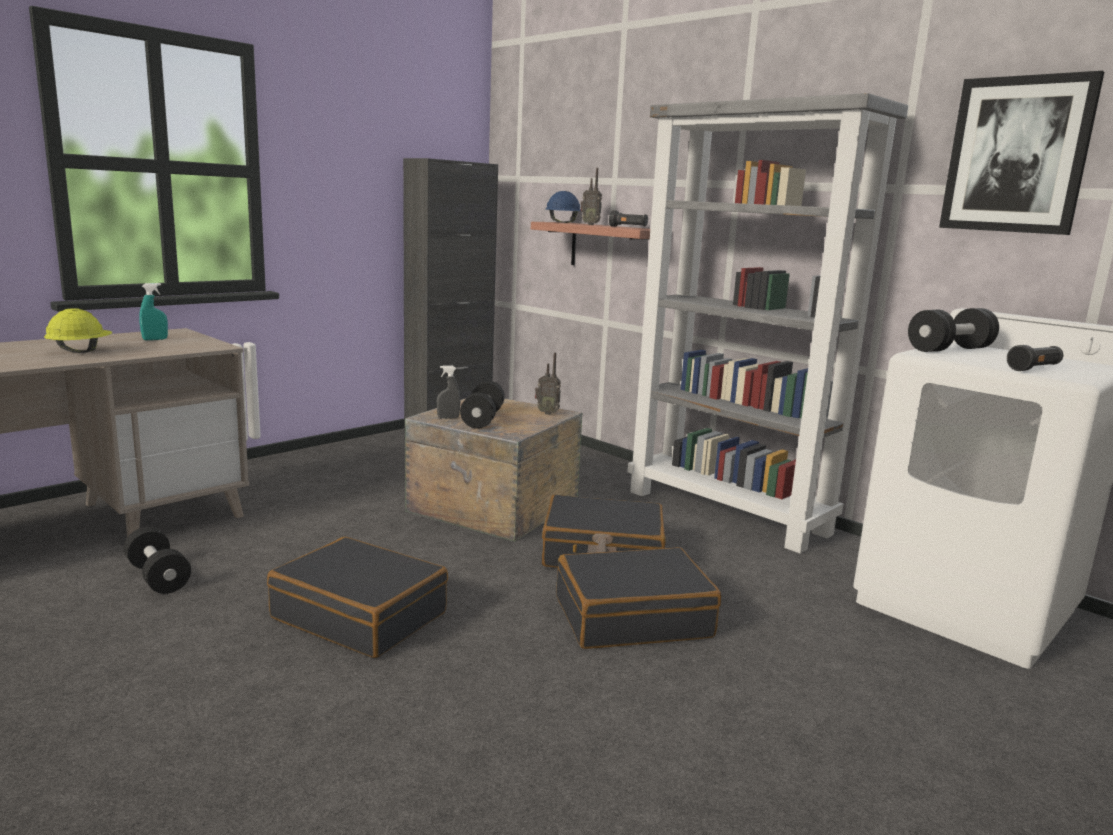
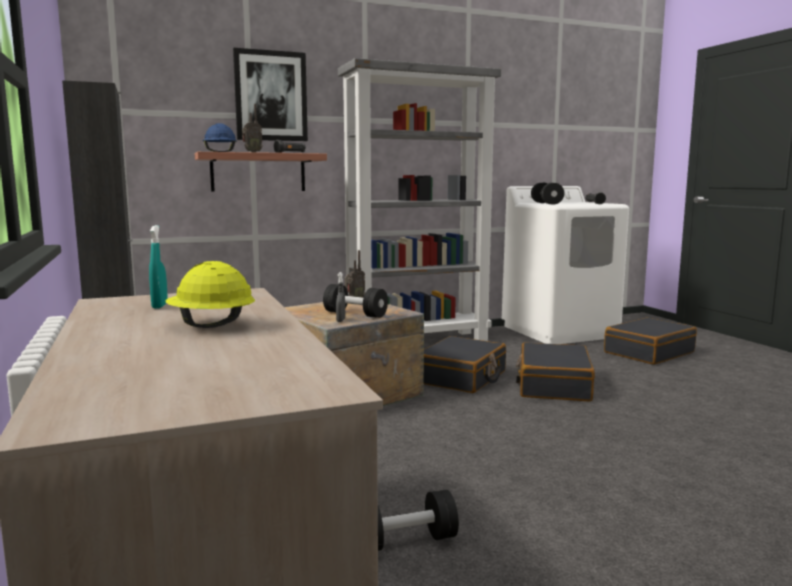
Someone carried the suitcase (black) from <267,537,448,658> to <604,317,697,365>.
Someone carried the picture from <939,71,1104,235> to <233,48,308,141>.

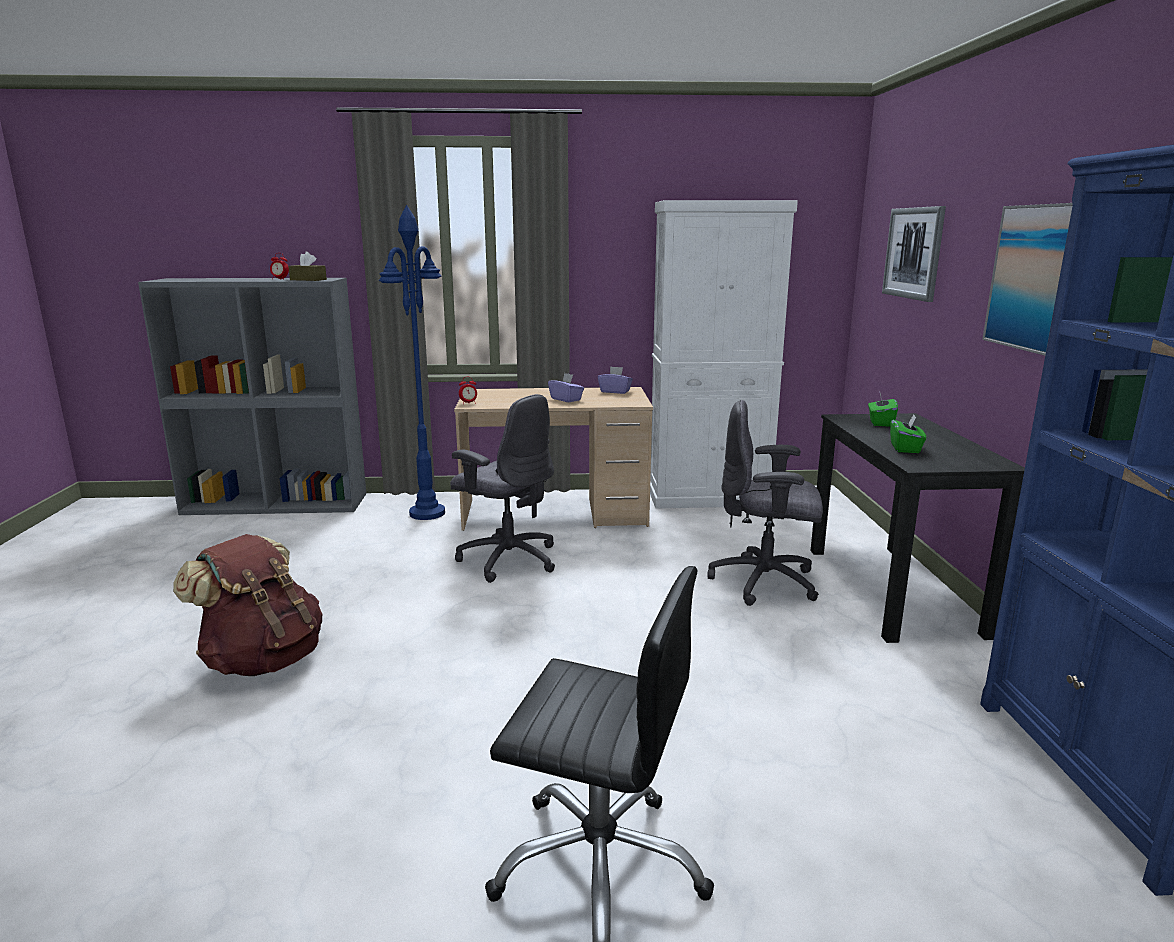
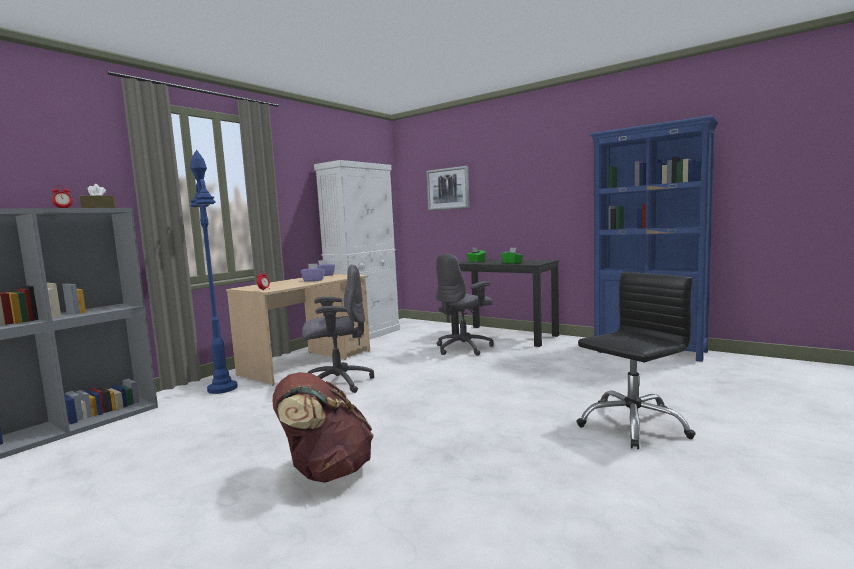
Someone took away the picture at <982,203,1073,356>.

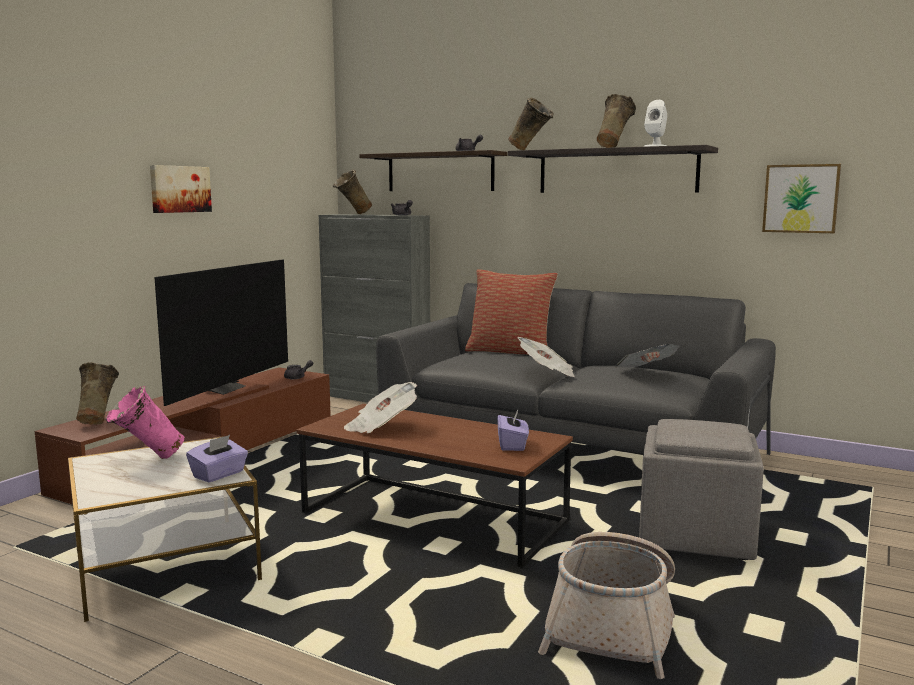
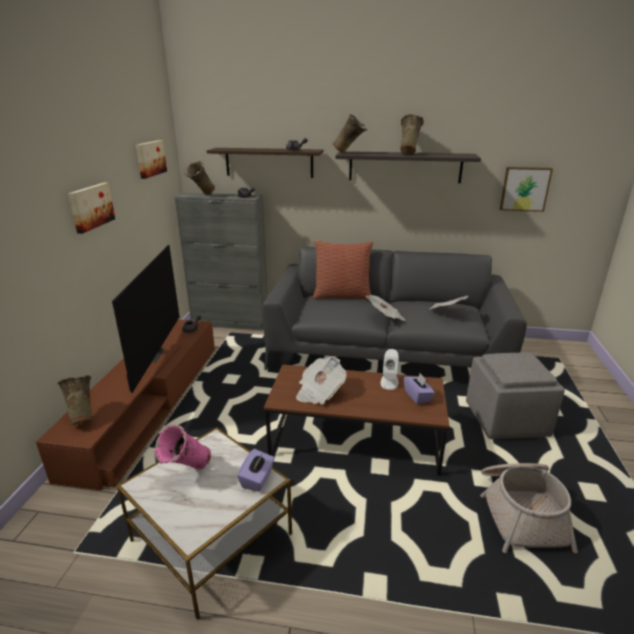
Someone put up the picture at <136,140,167,179>.
Someone carried the loudspeaker (white) from <644,100,667,147> to <381,349,399,390>.

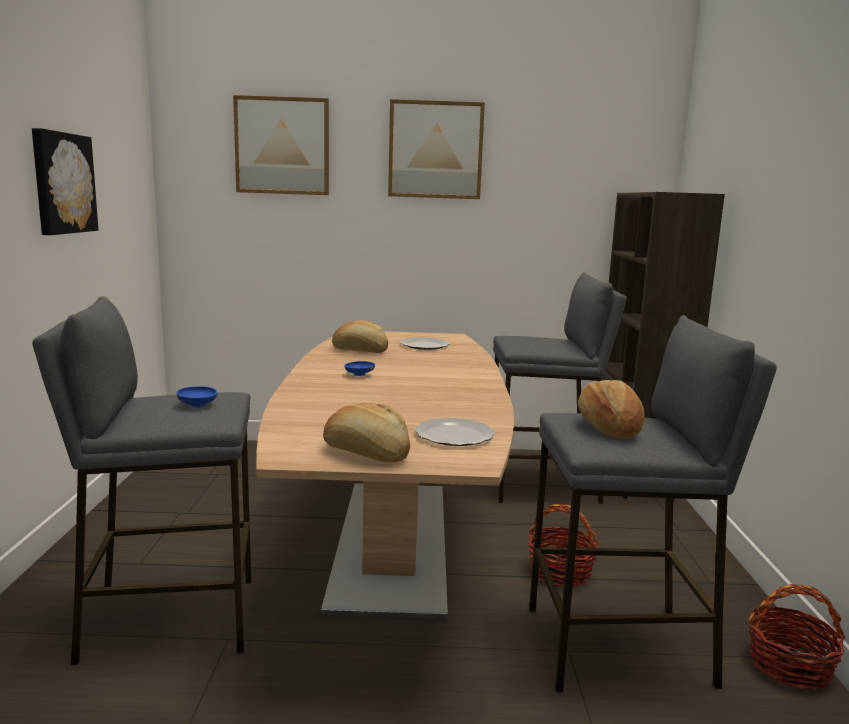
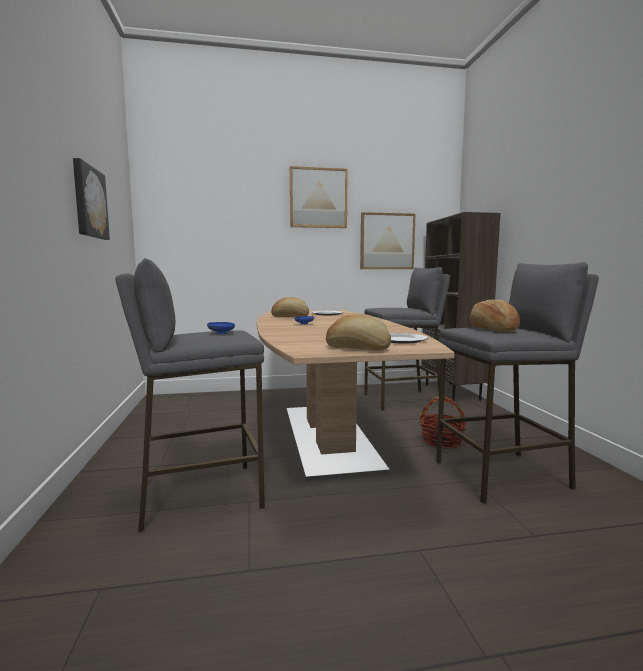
Someone took away the storage basket at <748,584,845,689>.
Someone carried the picture from <233,95,329,195> to <360,212,415,269>.

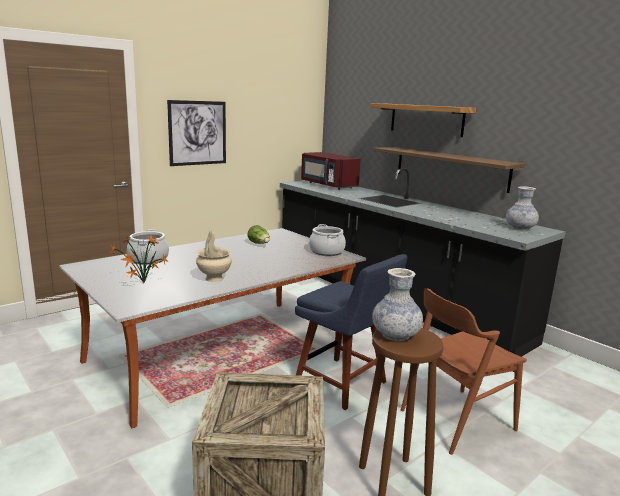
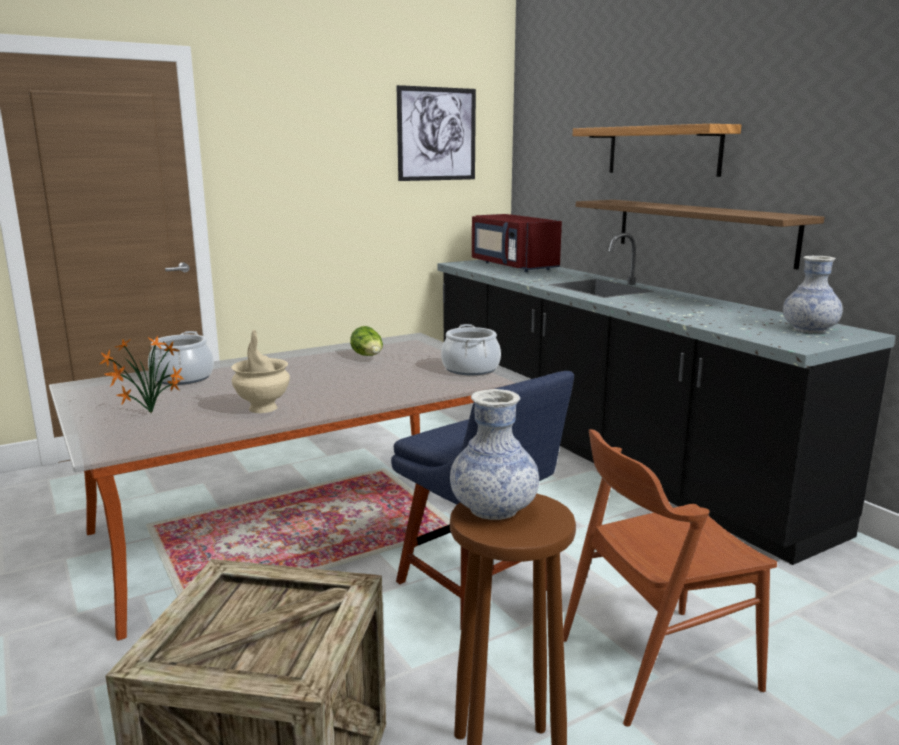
Someone carried the picture from <167,100,226,166> to <397,85,476,181>.

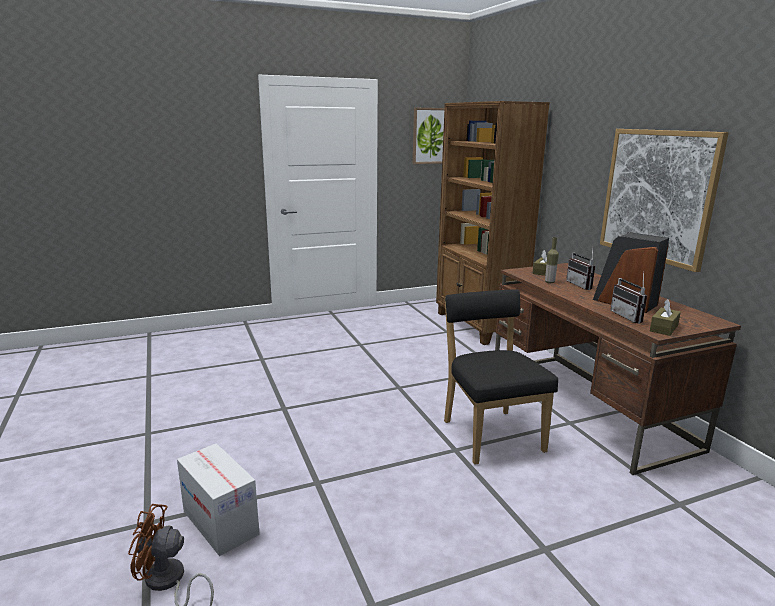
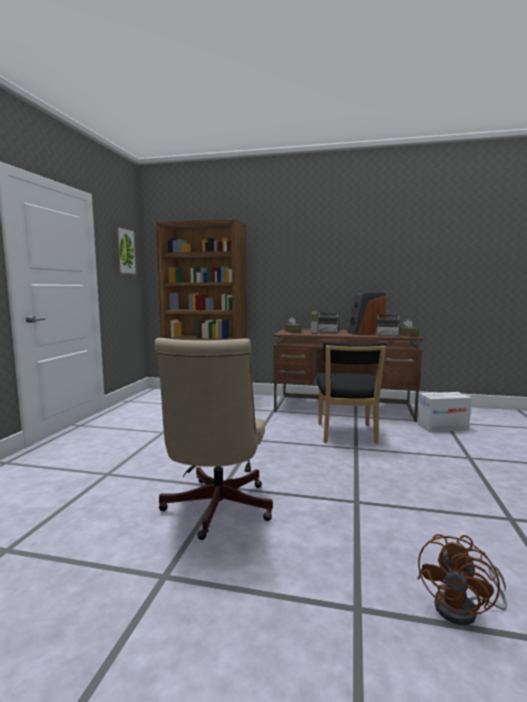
Someone took away the picture at <600,129,729,272>.
Someone put down the desk chair (beige-coloured) at <154,338,273,540>.
Someone carried the carton from <177,443,260,556> to <418,392,472,432>.
Someone rotated the upright chair (black) at <444,289,558,465> by 105 degrees counterclockwise.

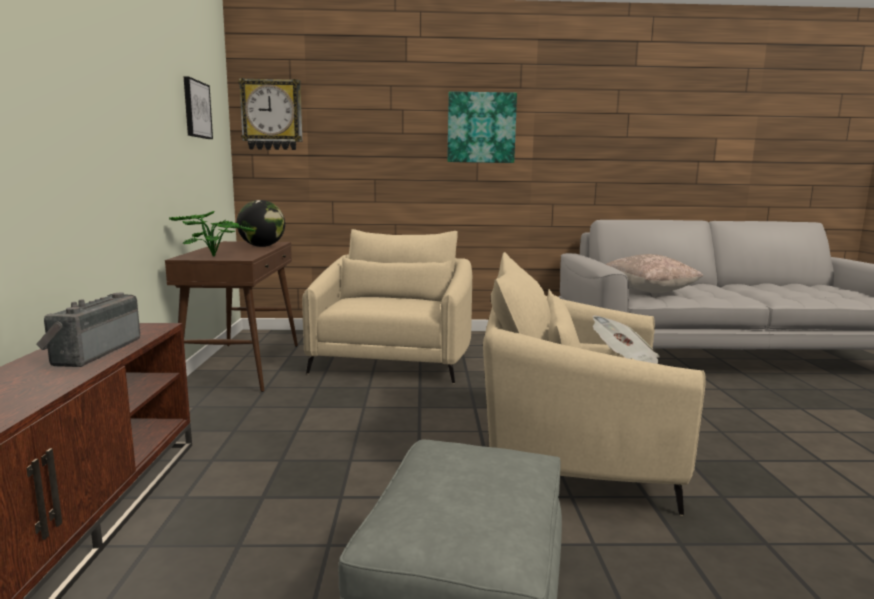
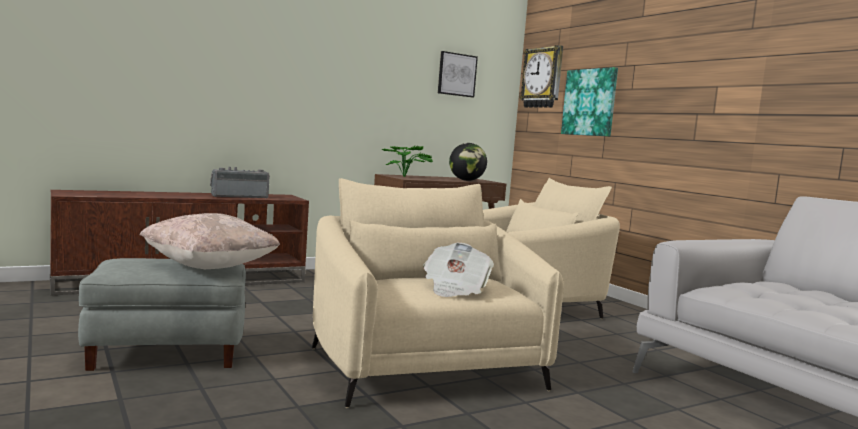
Someone carried the picture from <447,91,517,163> to <561,67,618,137>.
Someone carried the pillow (beige-coloured) from <606,254,703,293> to <140,213,280,269>.

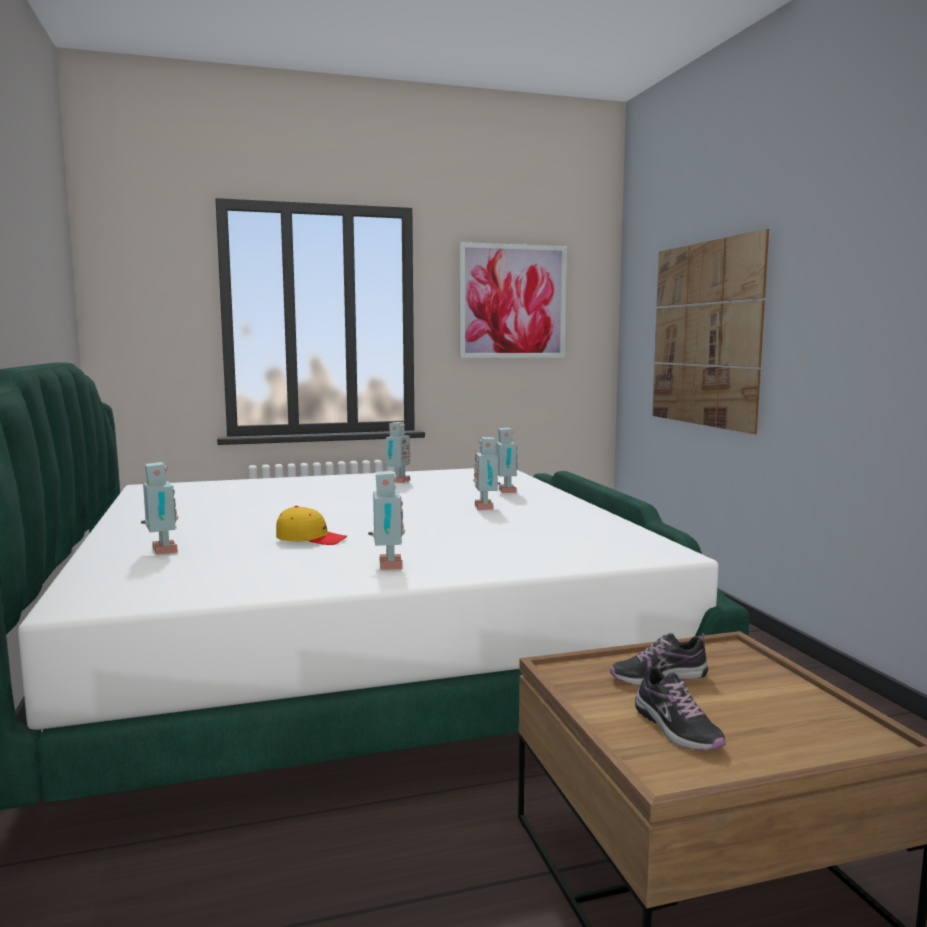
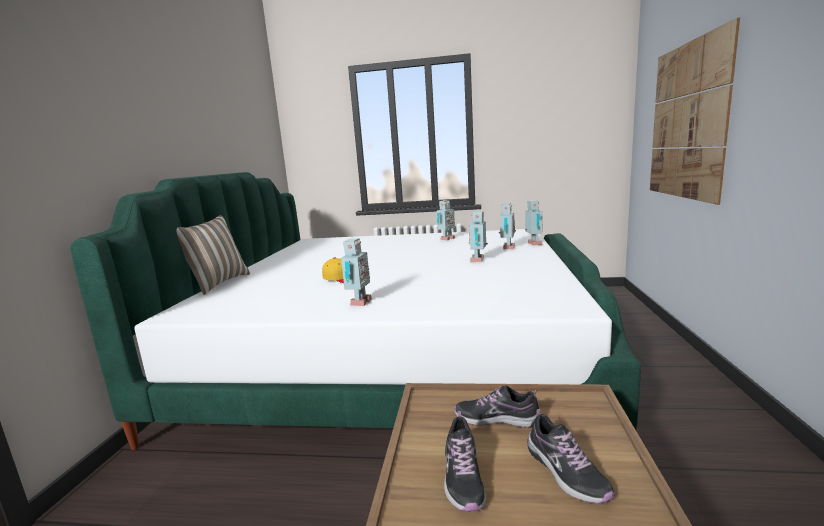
Someone took away the picture at <459,242,567,358>.
Someone put down the pillow at <177,215,250,295>.
Someone put down the low shoe at <527,409,615,504>.
Someone carried the model robot from <141,462,178,555> to <525,200,543,245>.

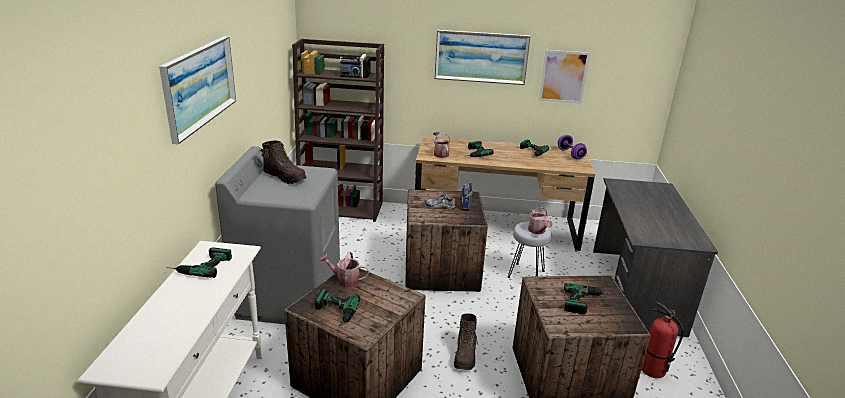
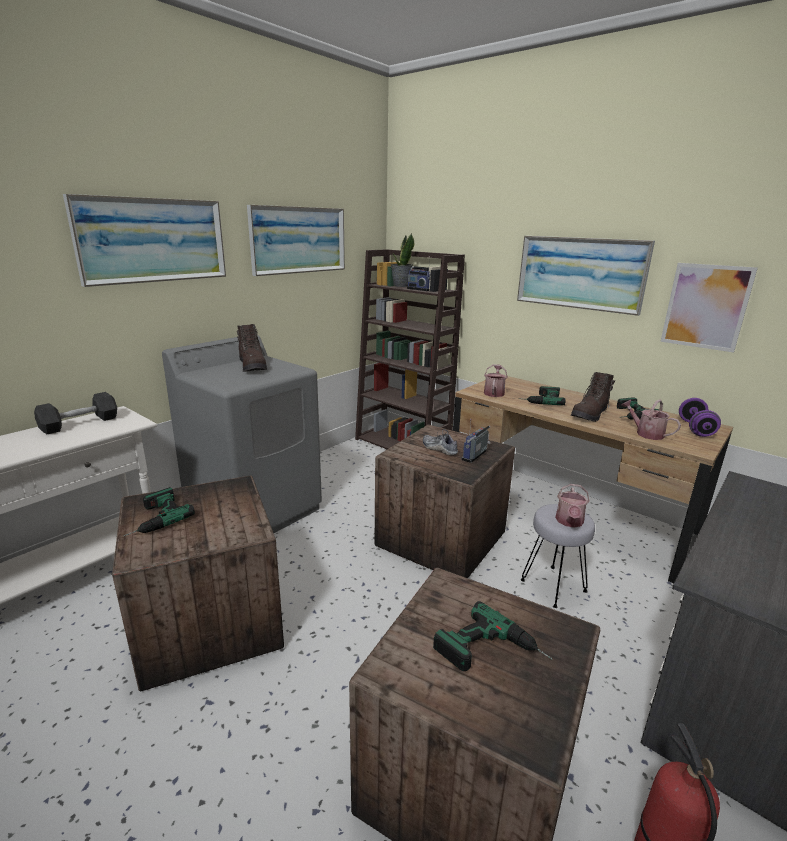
Someone put up the picture at <247,205,345,276>.
Someone put down the houseplant at <391,233,414,287>.
Someone carried the sprinkling can from <319,252,369,287> to <622,399,681,440>.
Someone carried the high-top boot (brown) from <454,313,478,370> to <570,372,615,422>.
Someone swapped the power drill at <167,248,232,278> for the hand weight (black) at <34,392,117,434>.

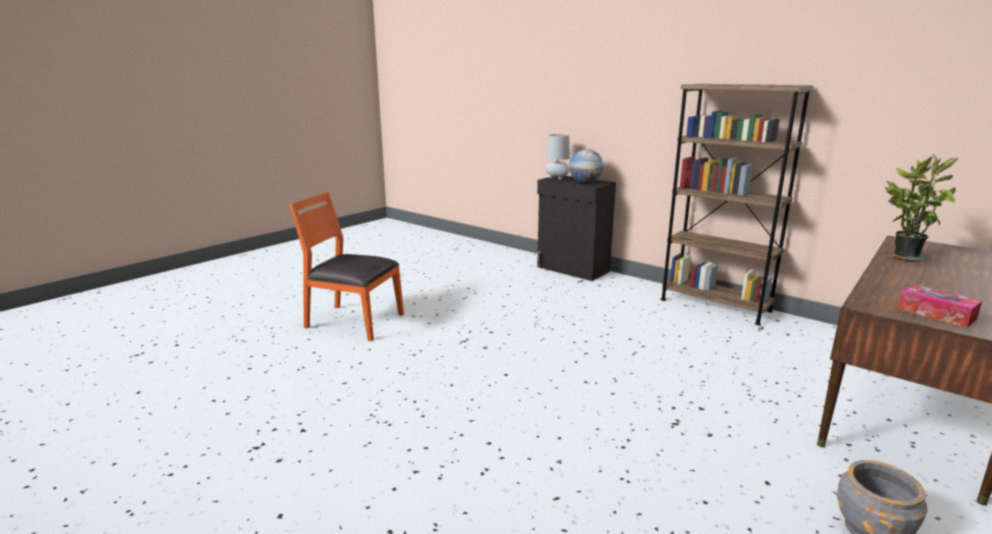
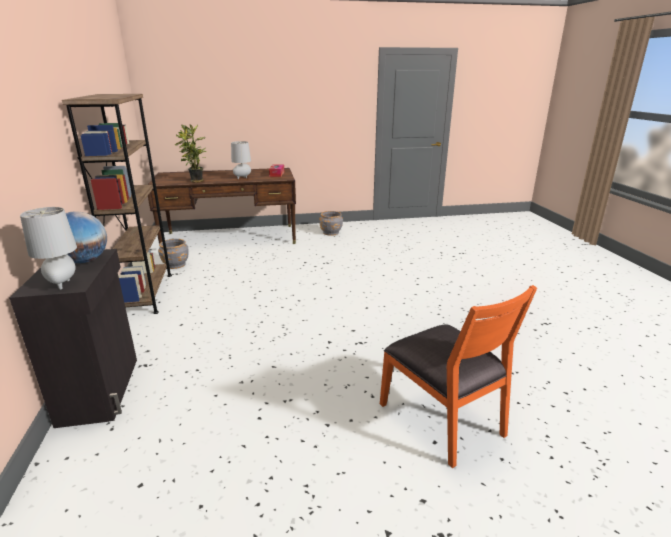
Someone put down the planter (gray) at <158,239,189,269>.
Someone put down the table lamp (gray) at <231,141,251,179>.

